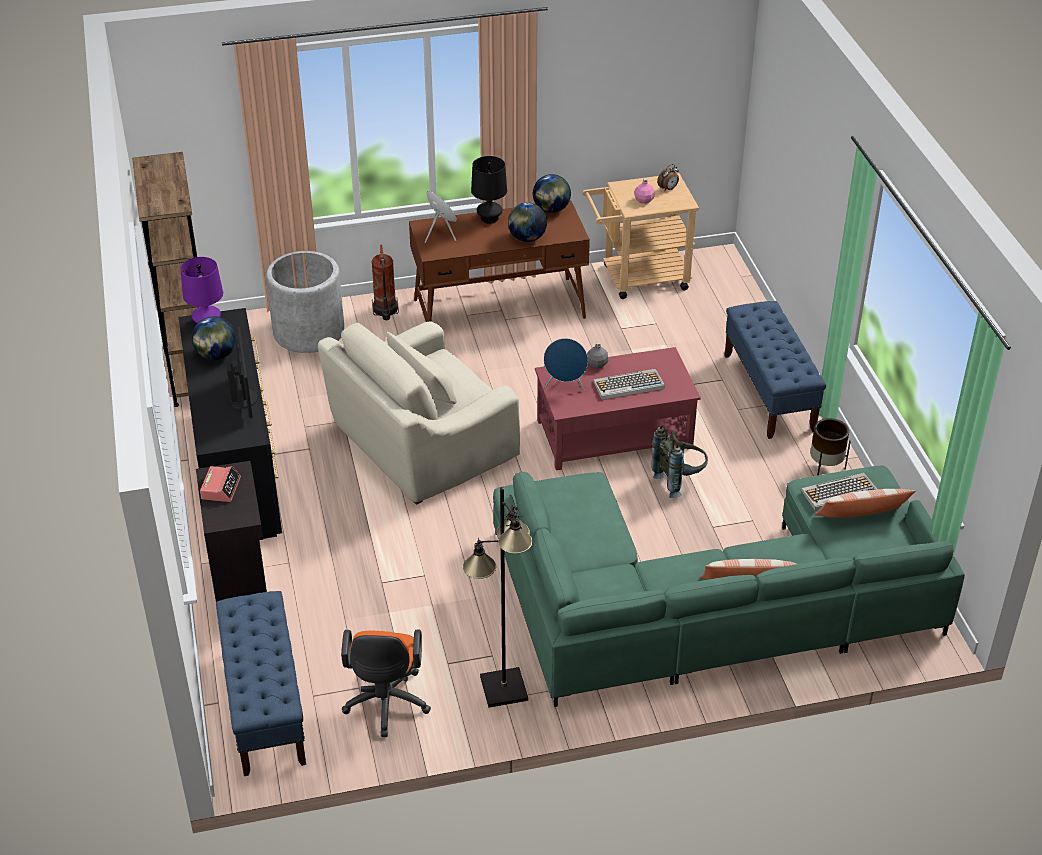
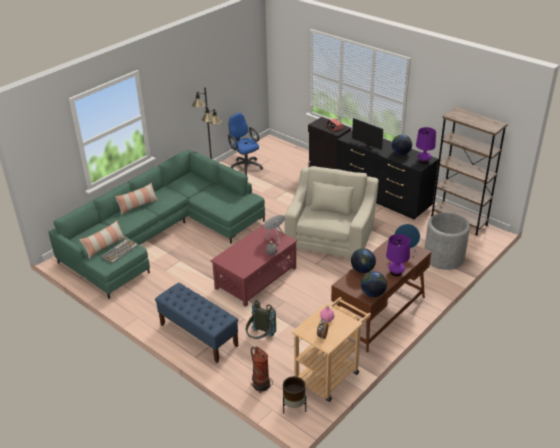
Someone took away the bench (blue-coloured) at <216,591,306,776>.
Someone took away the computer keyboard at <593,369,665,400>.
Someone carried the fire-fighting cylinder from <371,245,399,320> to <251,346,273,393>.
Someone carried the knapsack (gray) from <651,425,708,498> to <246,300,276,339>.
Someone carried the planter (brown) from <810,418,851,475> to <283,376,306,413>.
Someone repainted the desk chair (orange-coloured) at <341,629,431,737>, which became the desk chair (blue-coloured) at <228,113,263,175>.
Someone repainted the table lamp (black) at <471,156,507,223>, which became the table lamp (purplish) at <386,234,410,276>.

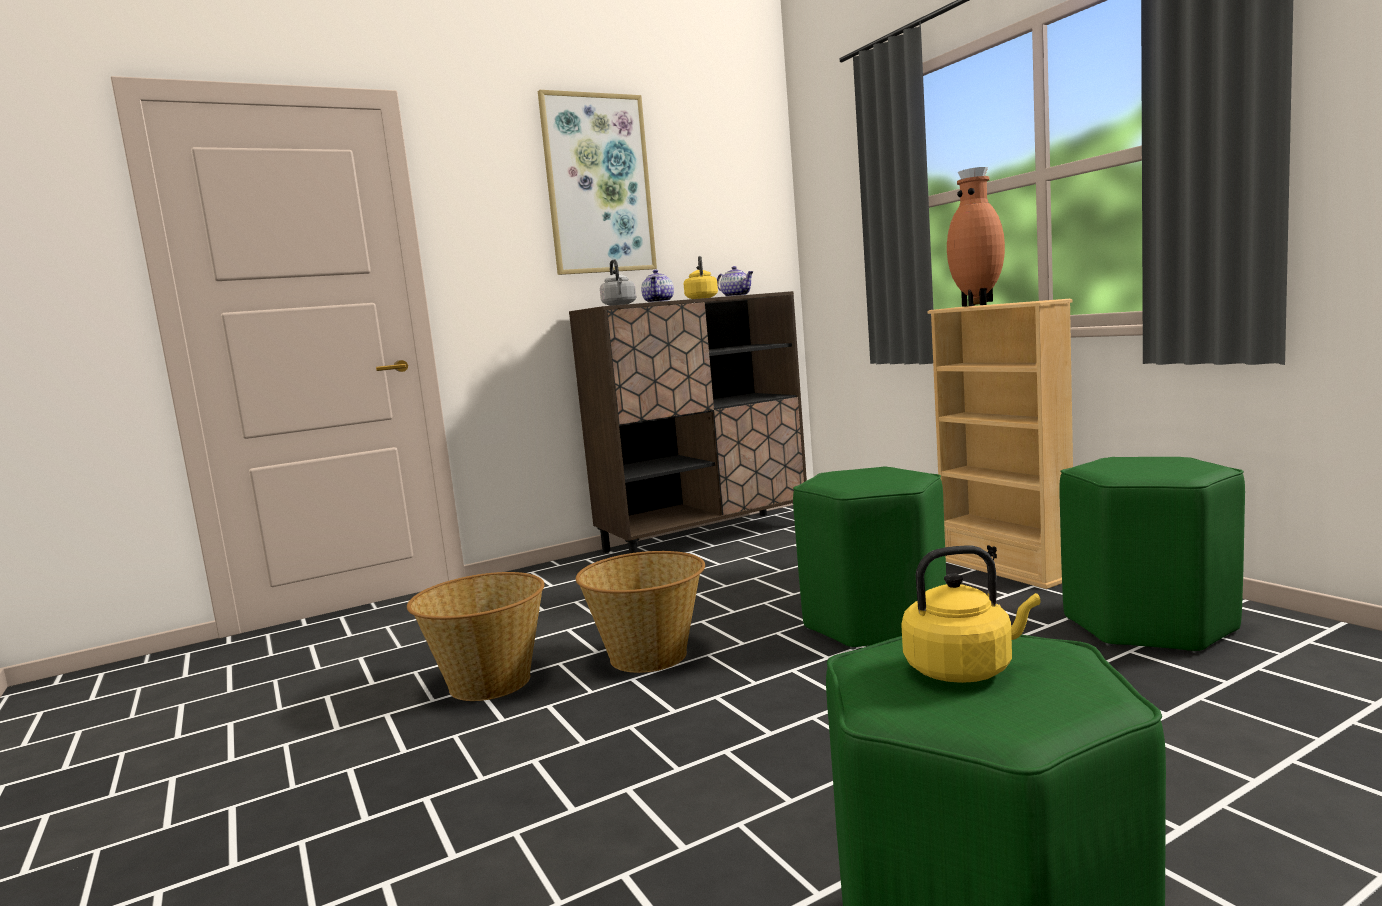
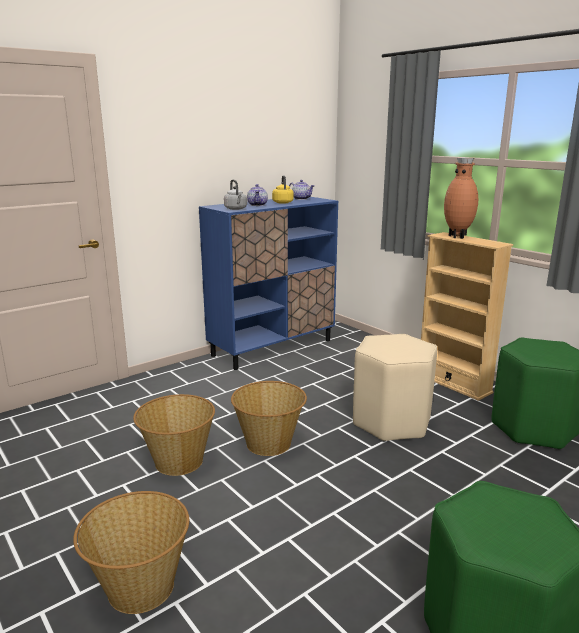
Someone took away the picture at <538,90,657,275>.
Someone took away the kettle (yellow-coloured) at <901,546,1040,683>.
Someone put down the storage basket at <73,491,189,614>.
Someone repainted the cabinet (brown) at <569,291,807,553>, which became the cabinet (blue-coloured) at <199,197,338,370>.
Someone repainted the stool (greenish) at <793,467,946,649>, which became the stool (beige-coloured) at <353,334,437,442>.

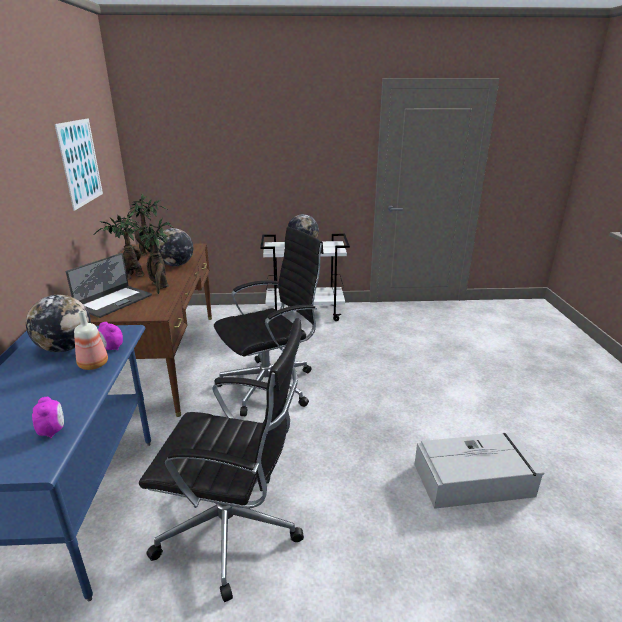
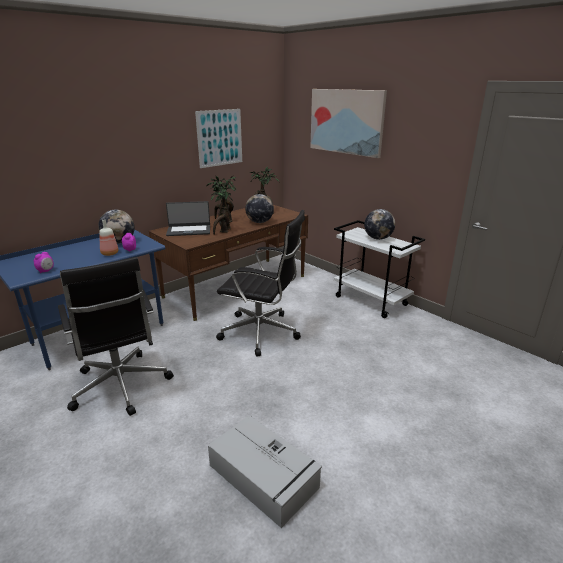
Someone put up the picture at <310,89,387,158>.

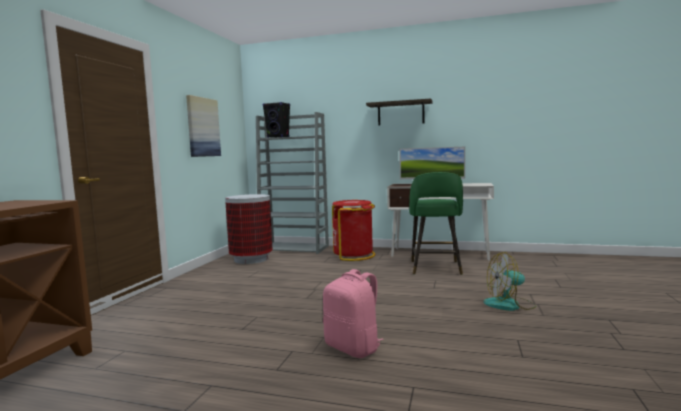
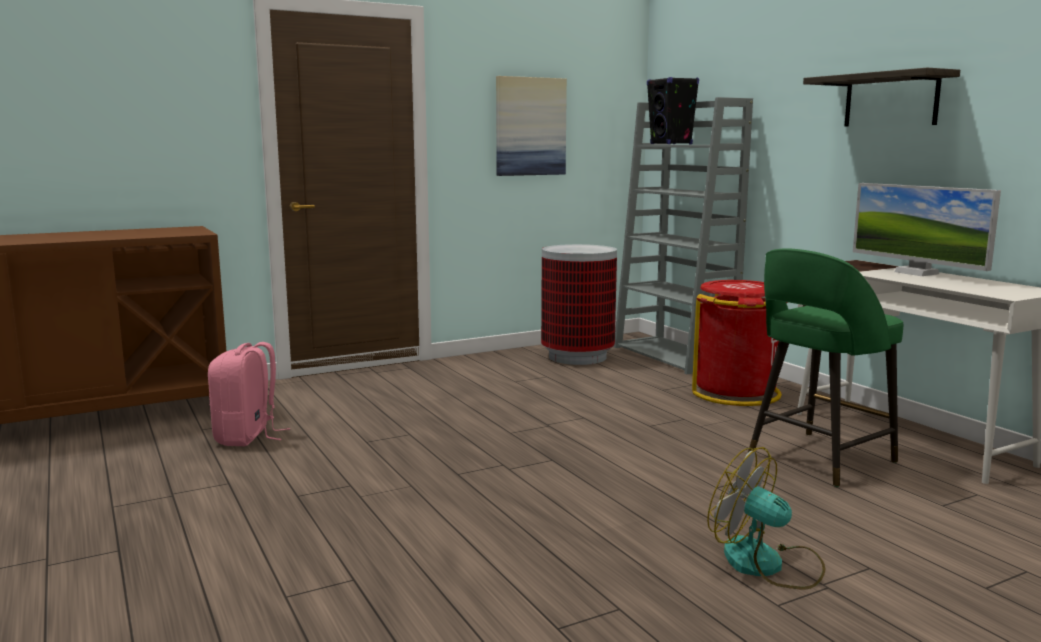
Someone carried the knapsack (pink-coloured) from <323,269,384,358> to <208,342,290,446>.

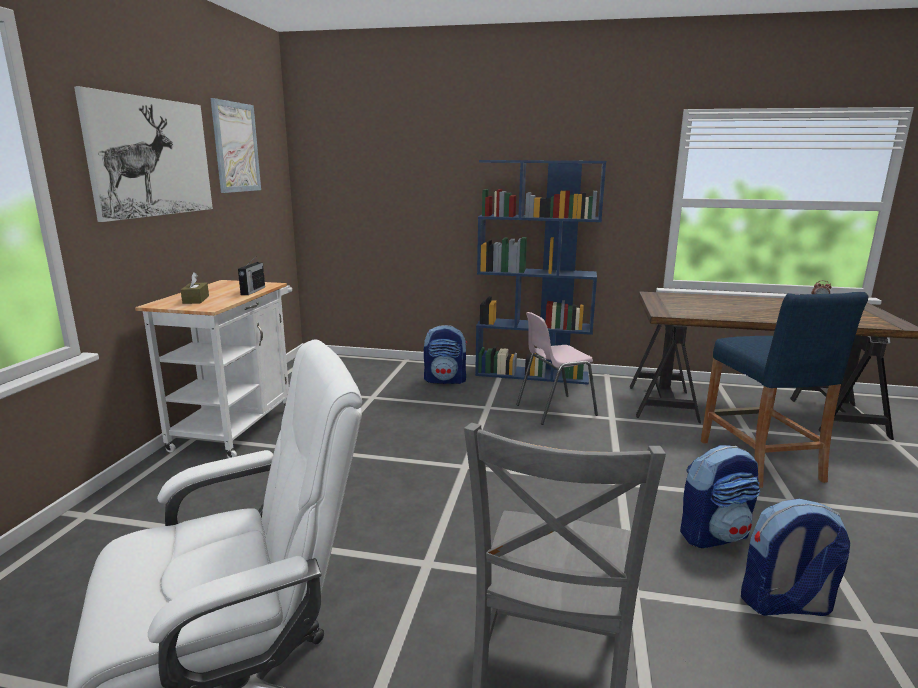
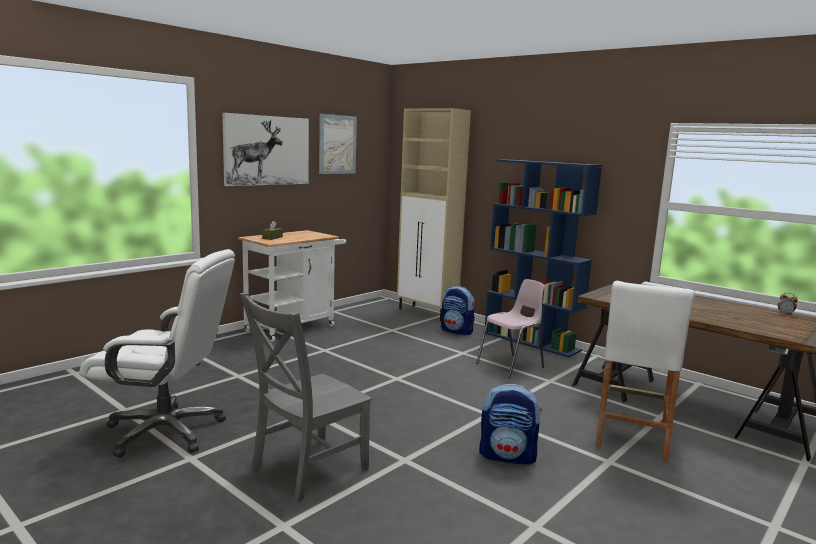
Someone took away the radio at <238,260,265,295>.
Someone took away the knapsack at <741,499,850,616>.
Someone put down the cabinet (beige-coloured) at <397,108,471,321>.
Someone repainted the stool (blue-coloured) at <701,292,869,488>, which became the stool (white) at <595,280,695,462>.
Someone rotated the upright chair (pink-coloured) at <516,312,598,425> by 135 degrees clockwise.

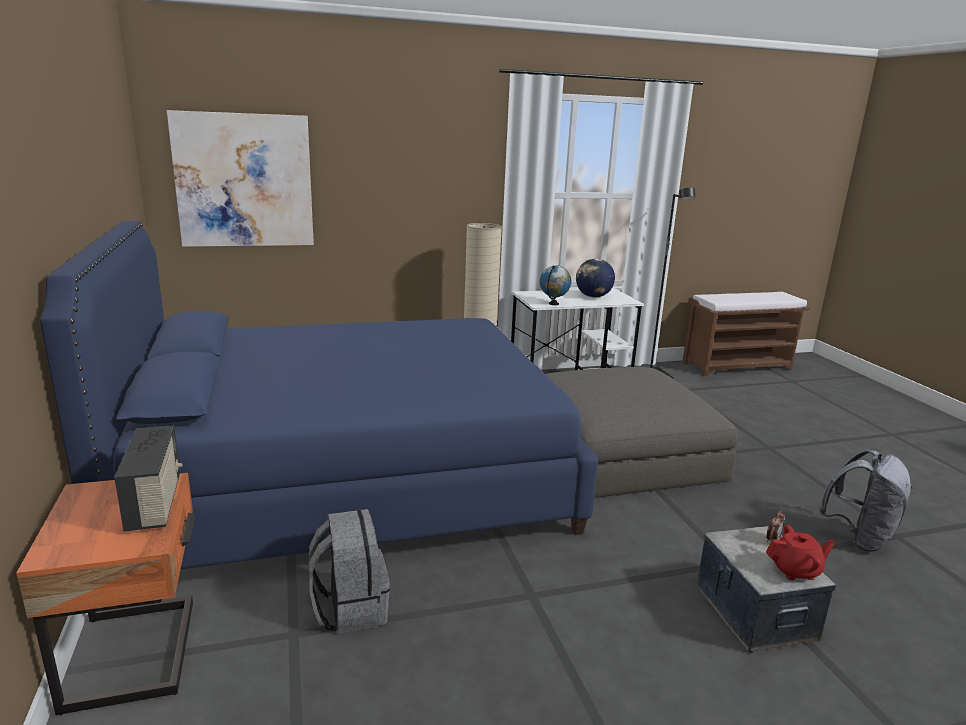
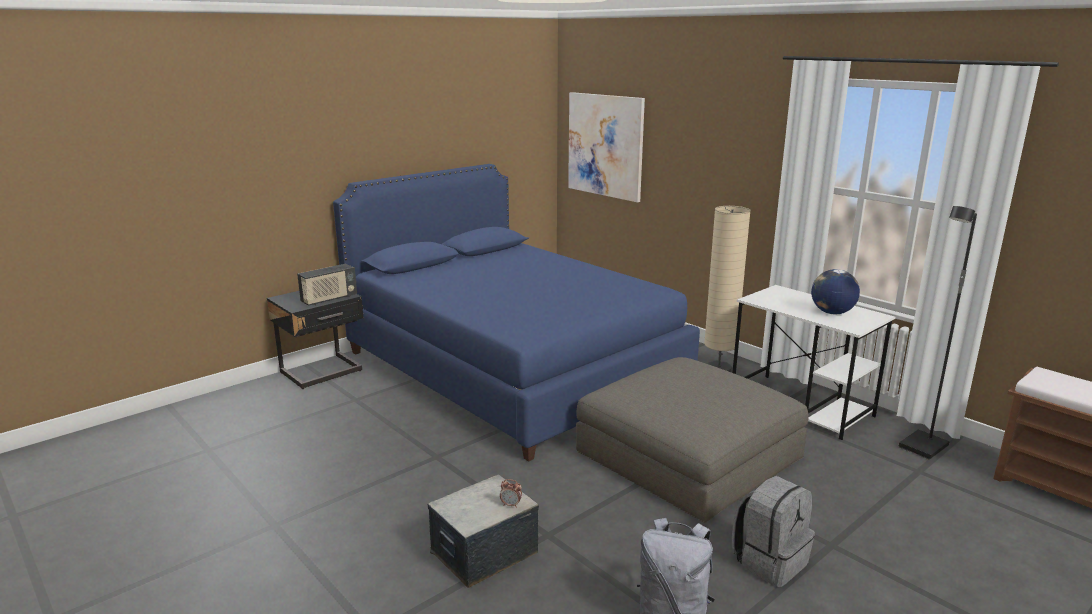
Someone took away the world globe at <540,265,571,305>.
Someone took away the pot for tea (reddish) at <766,525,835,580>.
Someone carried the knapsack (gray) from <309,509,390,634> to <732,476,815,587>.
Someone repainted the bedside table (orange-coloured) at <16,473,195,715>, which became the bedside table (black) at <267,291,363,389>.

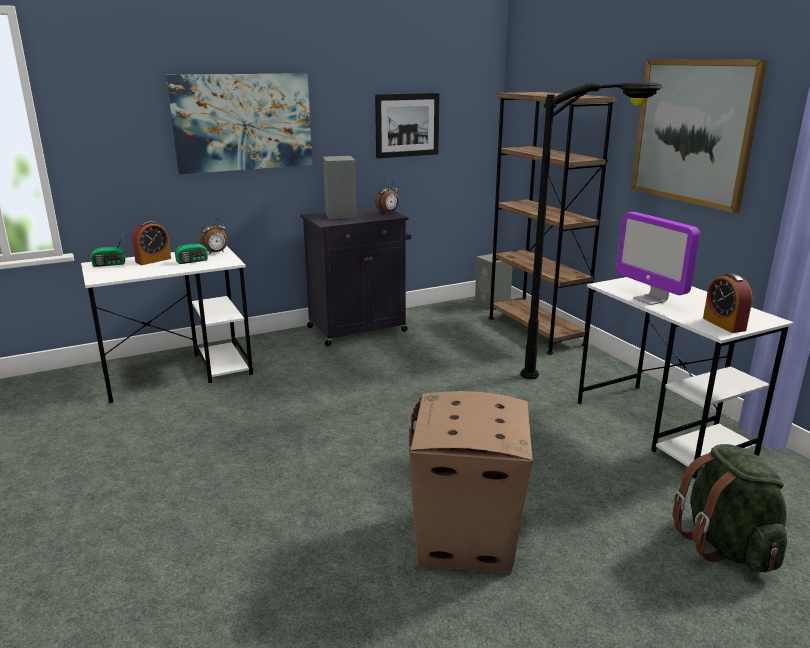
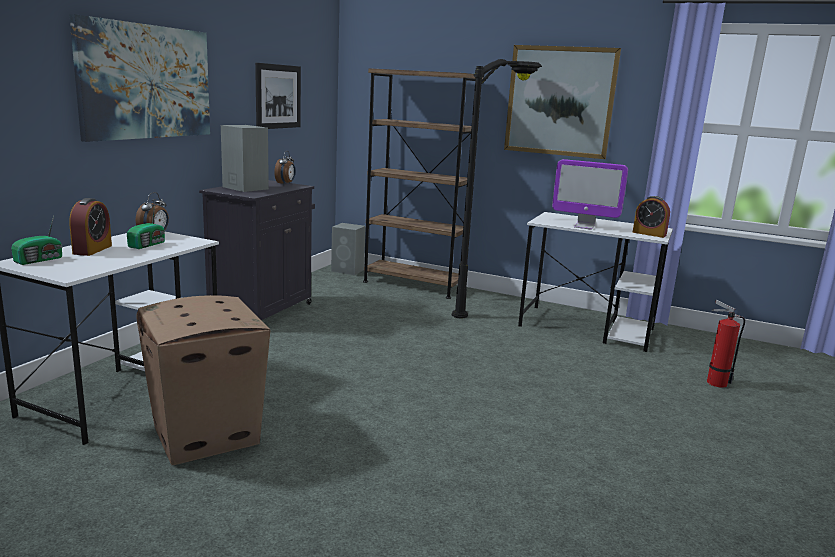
Someone carried the carton from <408,391,533,574> to <136,295,270,465>.
Someone swapped the knapsack (greenish) at <672,444,787,573> for the fire-fighting cylinder at <707,300,745,388>.

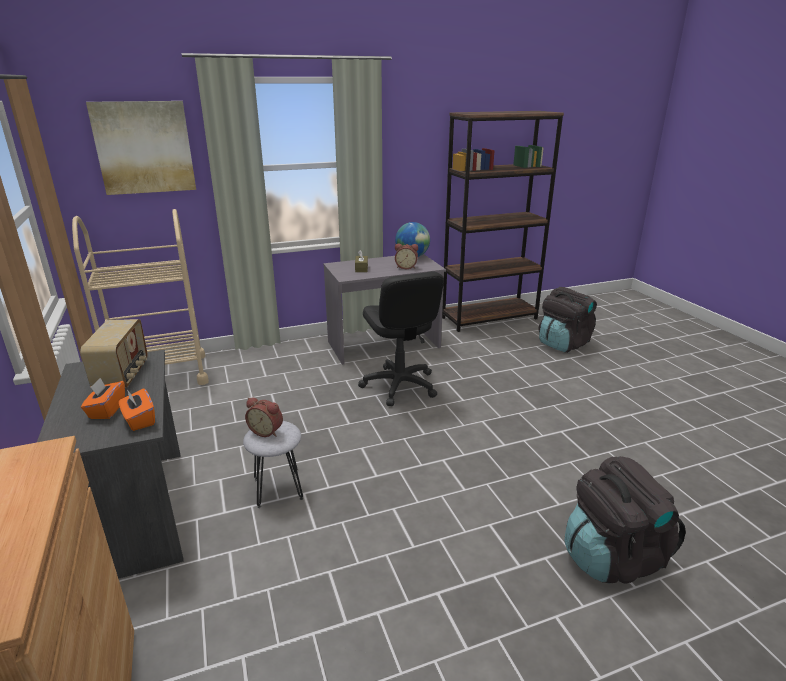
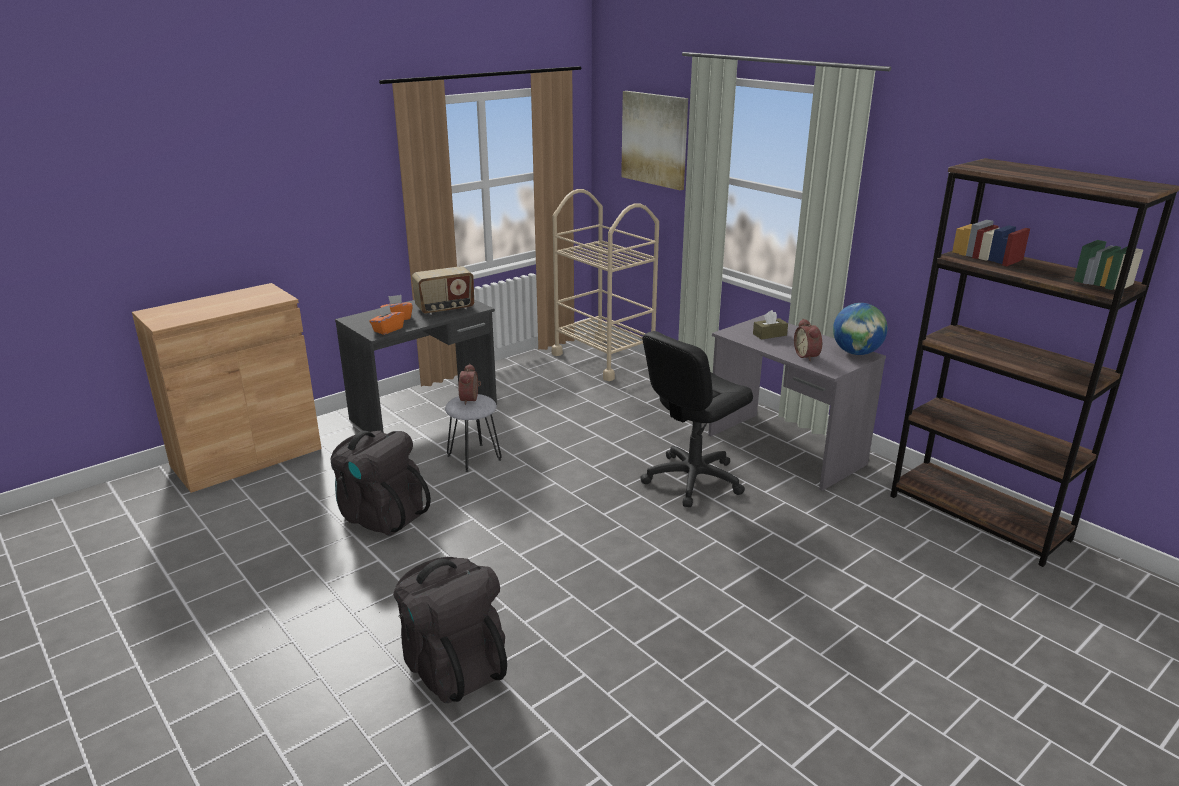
Someone carried the knapsack (black) from <538,287,597,353> to <330,431,431,536>.

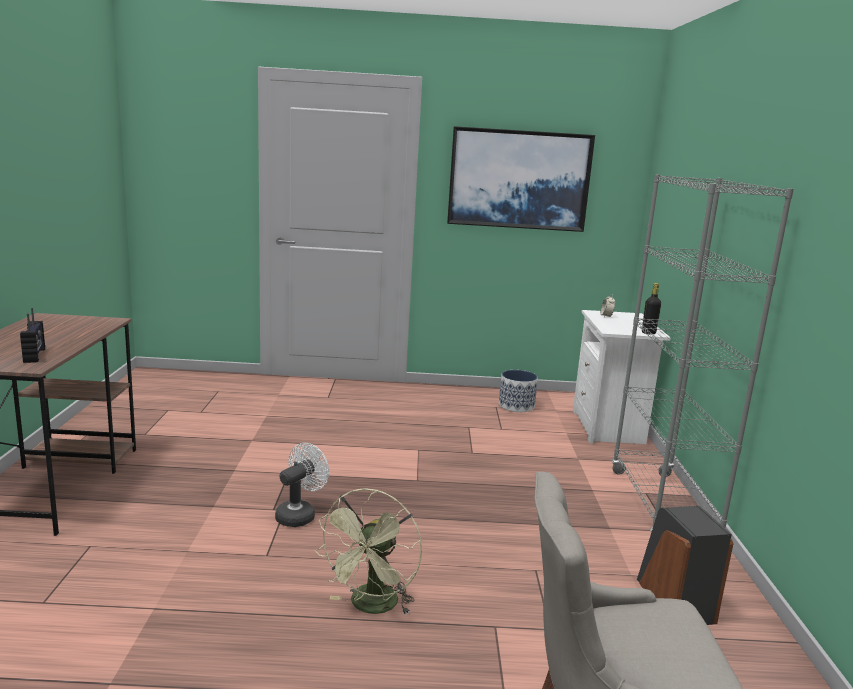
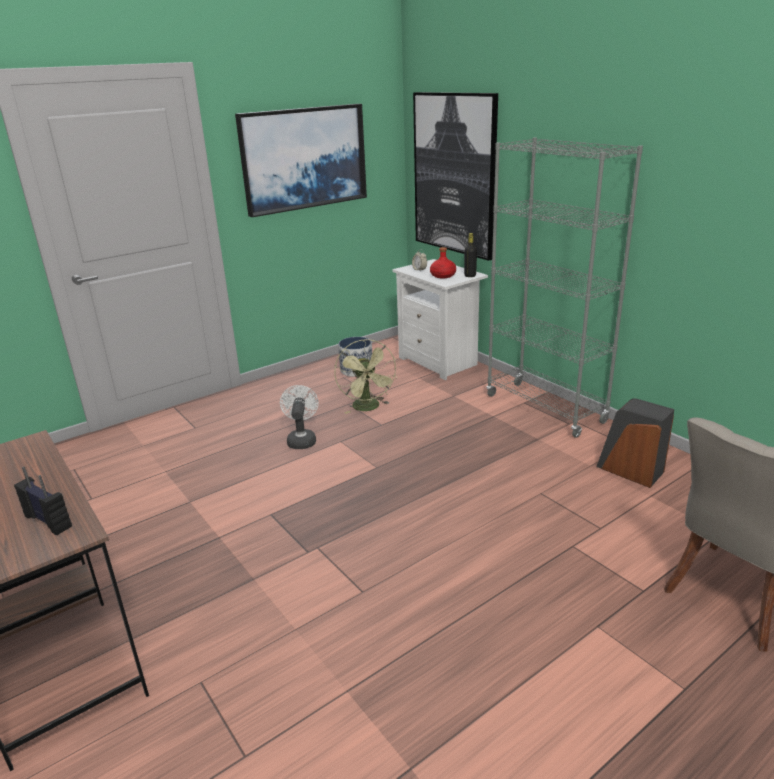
Someone put up the picture at <413,92,498,261>.
Someone put down the beverage bottle (reddish) at <430,247,456,278>.
Someone carried the cooling fan (white) from <275,443,329,527> to <280,385,319,449>.
Someone carried the cooling fan (greenish) from <315,488,422,615> to <334,339,397,414>.

